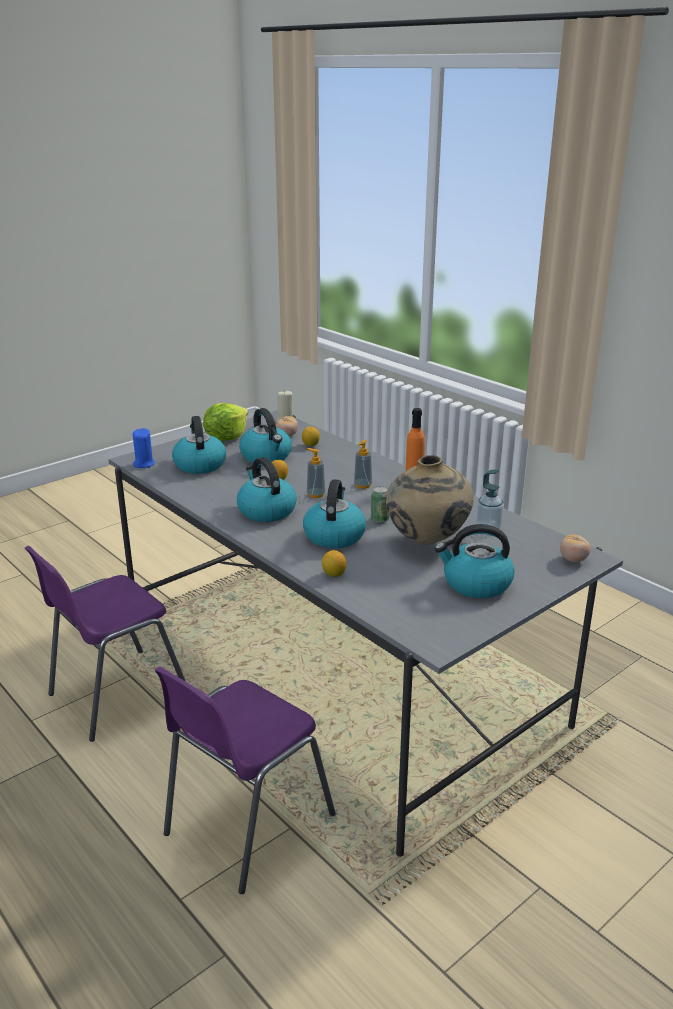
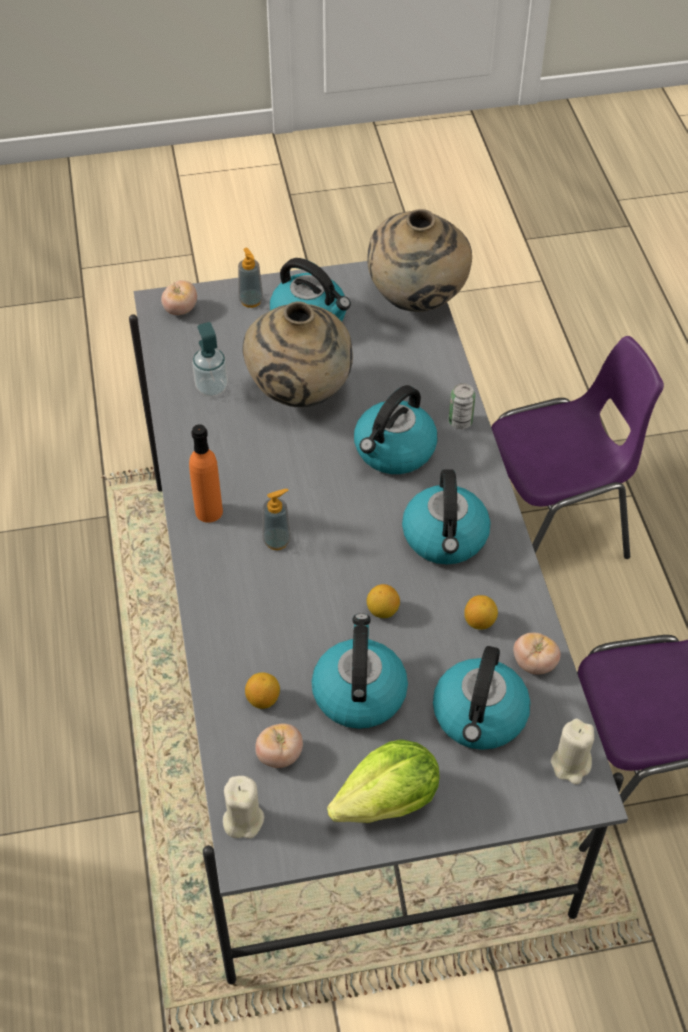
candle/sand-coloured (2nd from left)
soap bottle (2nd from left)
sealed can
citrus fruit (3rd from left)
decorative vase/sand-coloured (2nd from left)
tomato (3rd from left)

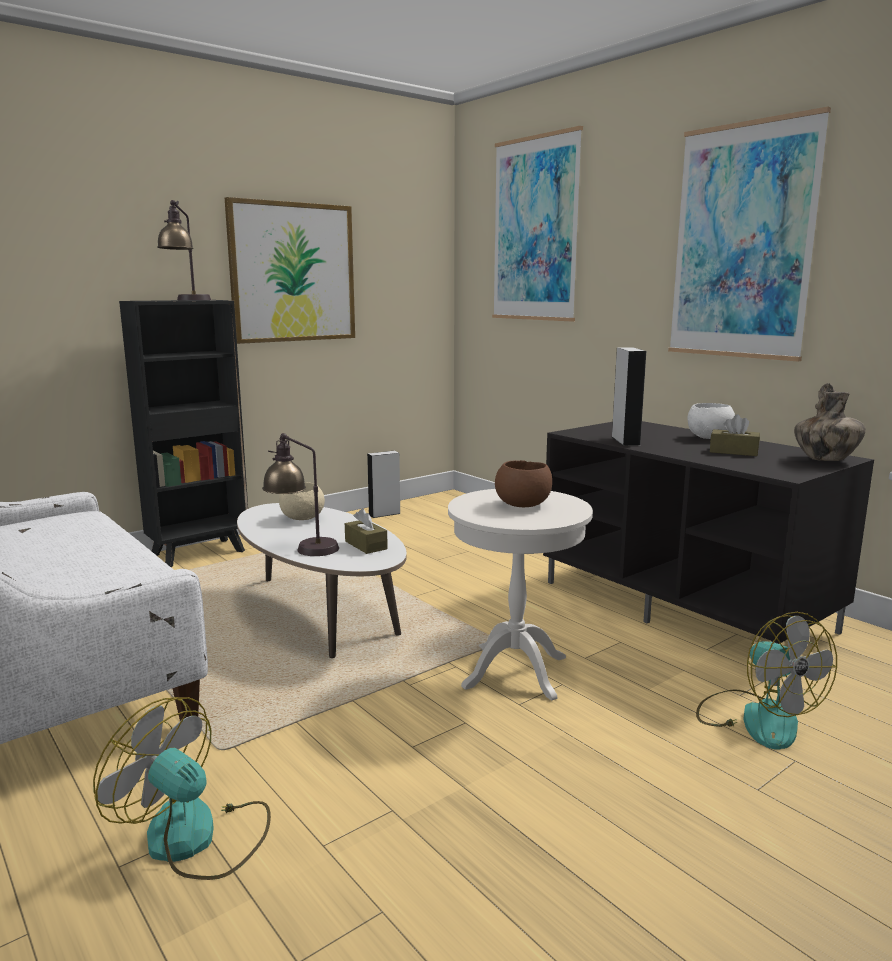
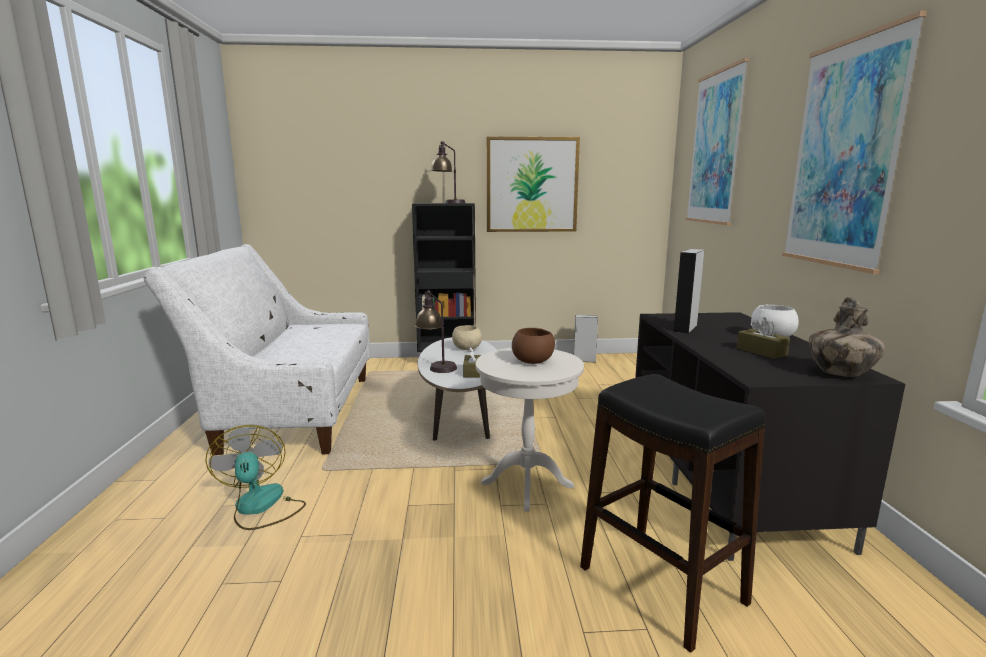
stool seat/blackish

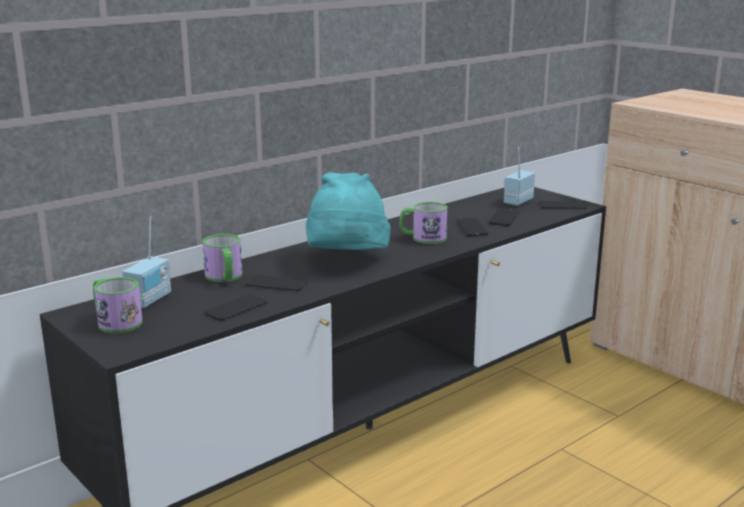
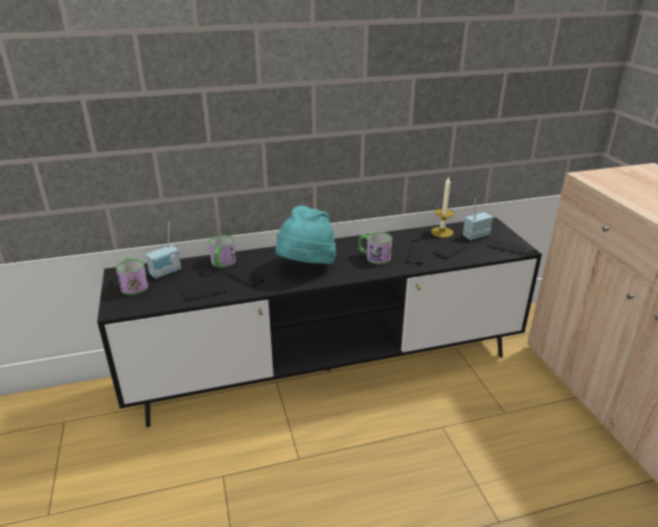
candle

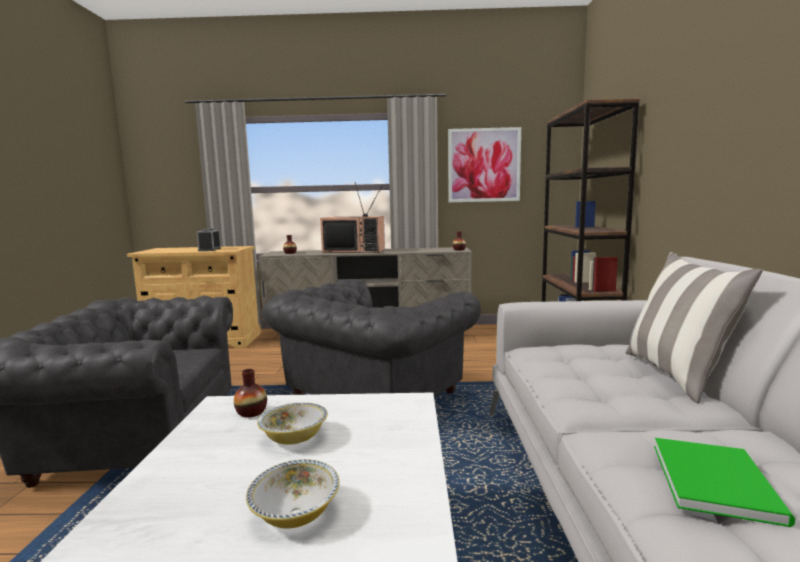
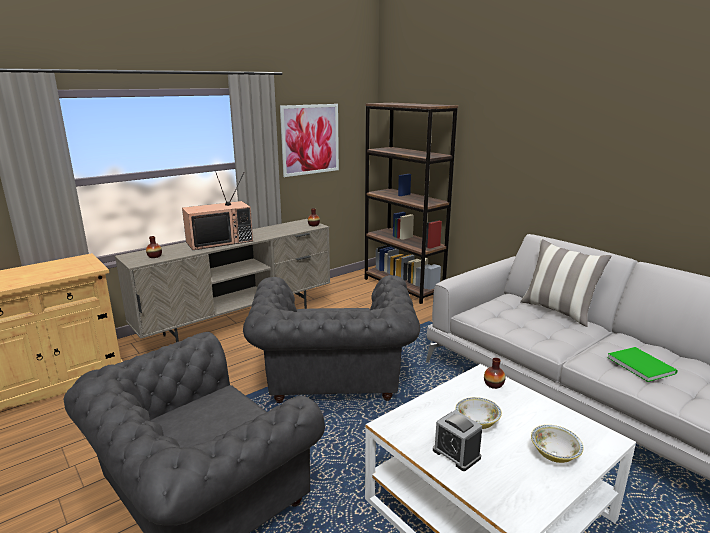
bedside clock
decorative vase (3rd from left)

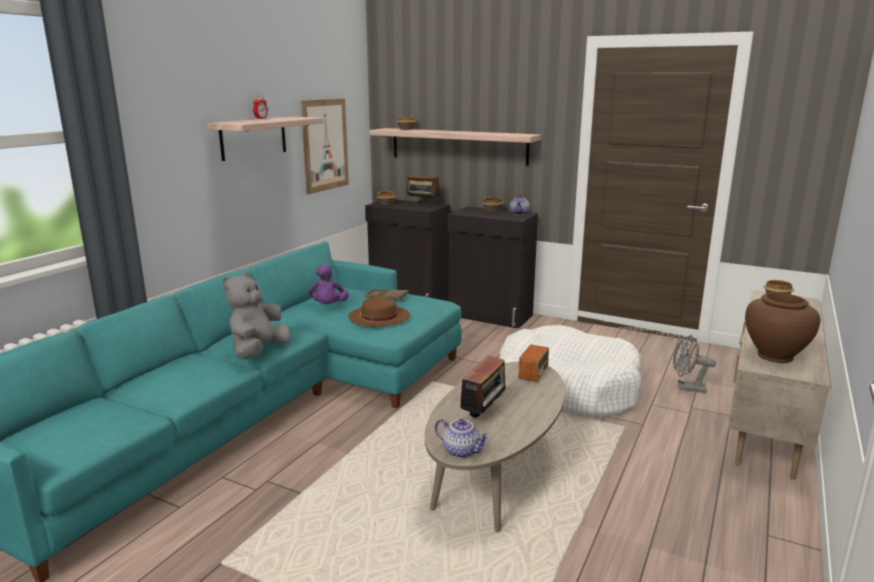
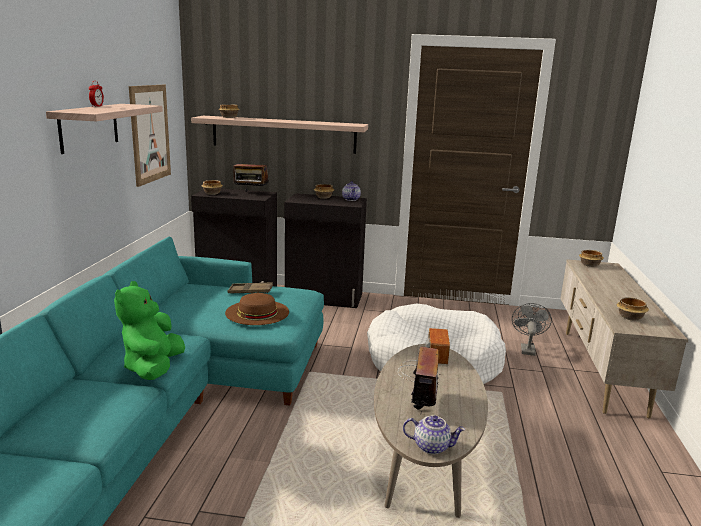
cuddly toy/purple-coloured
cuddly toy/green
bowl (5th from left)
electric fan/gray

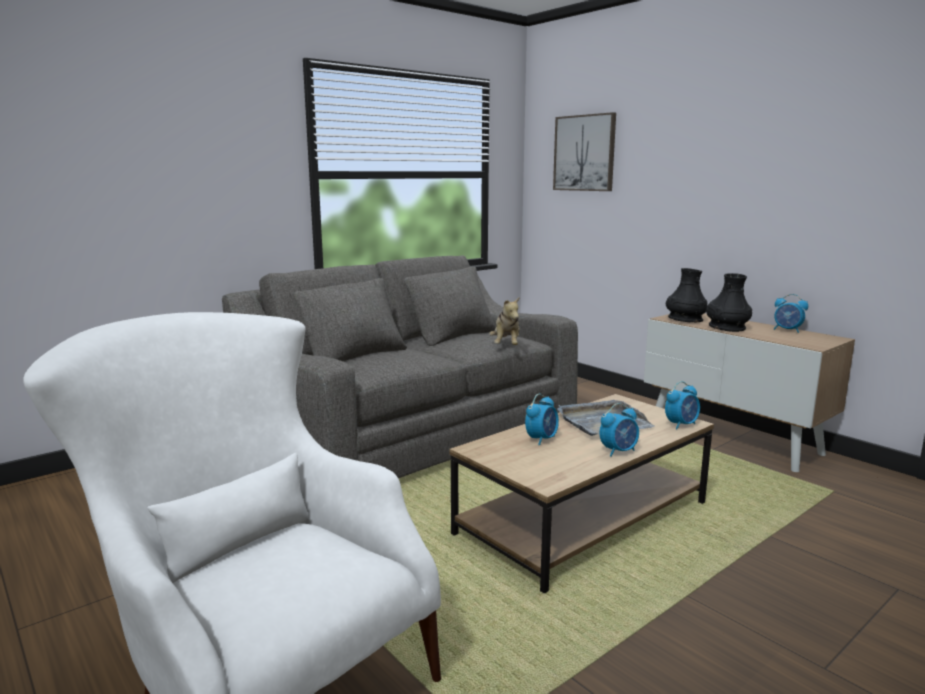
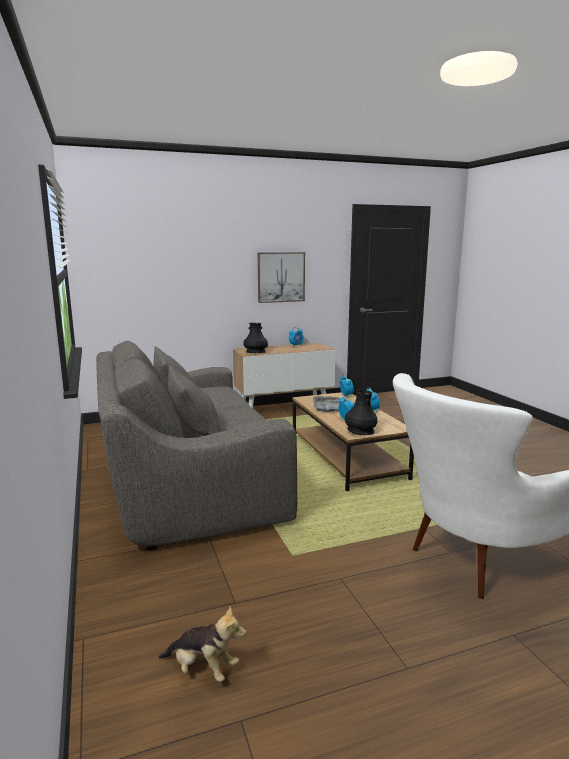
picture
decorative vase/blackish (2nd from left)
cuddly toy

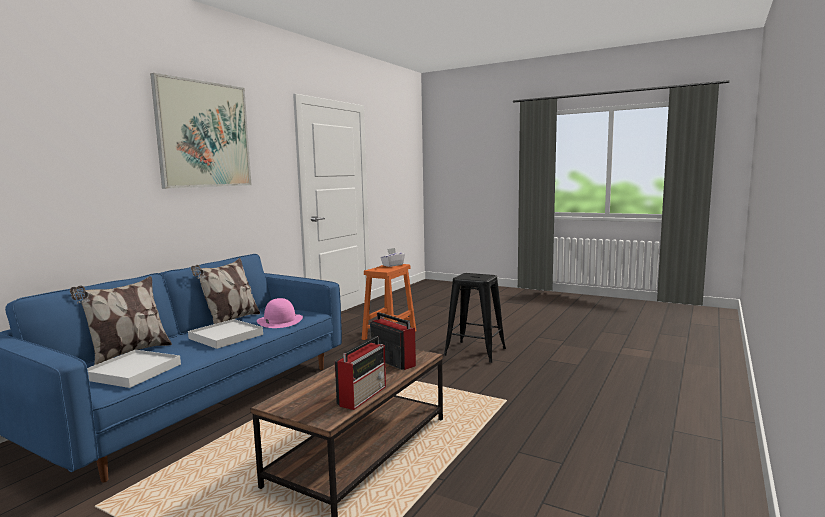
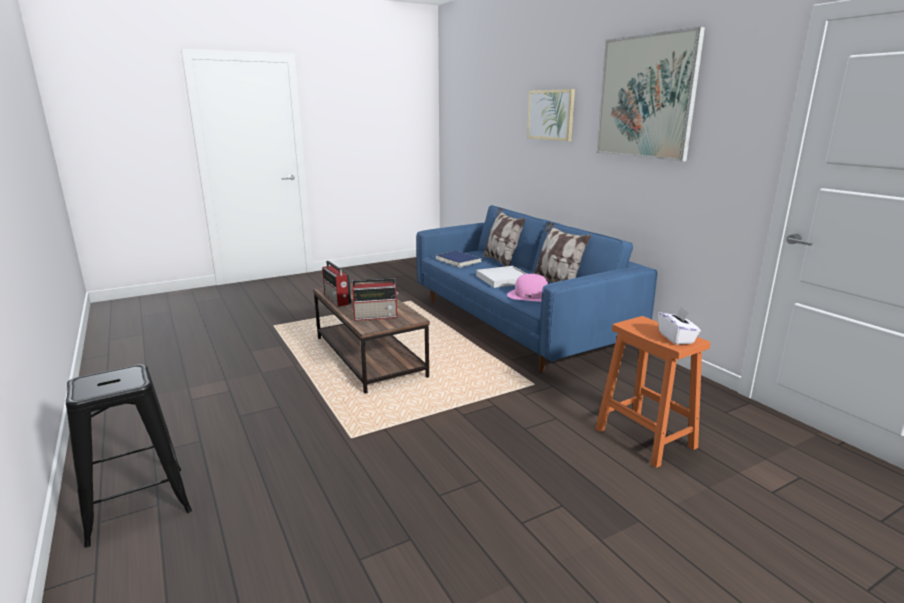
stool seat/blackish
book/blue-coloured
picture (1st from left)

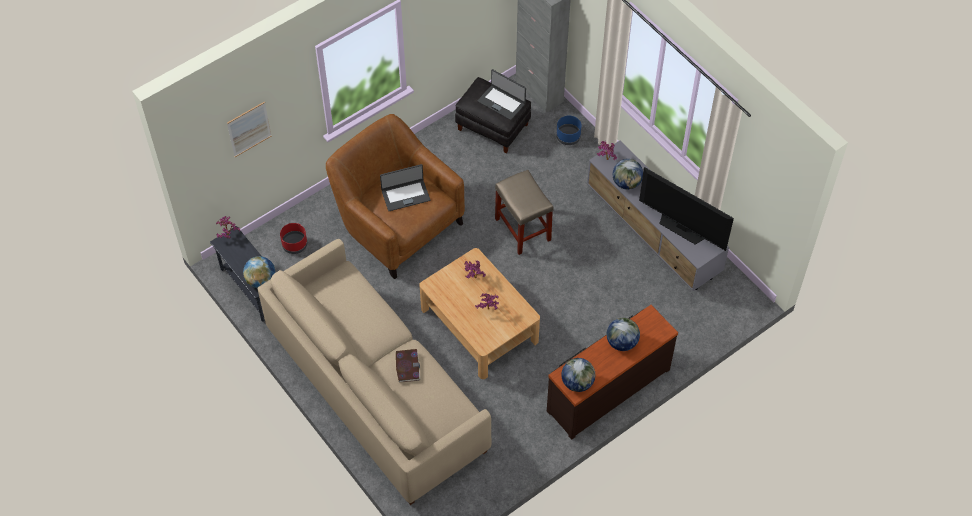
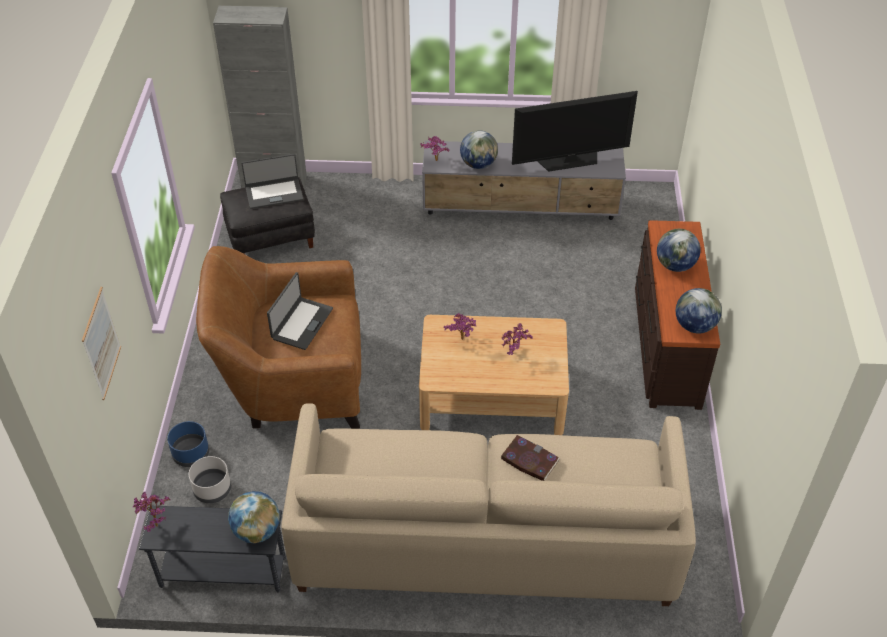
flower pot/blue-coloured
stool seat/sand-coloured
flower pot/gray

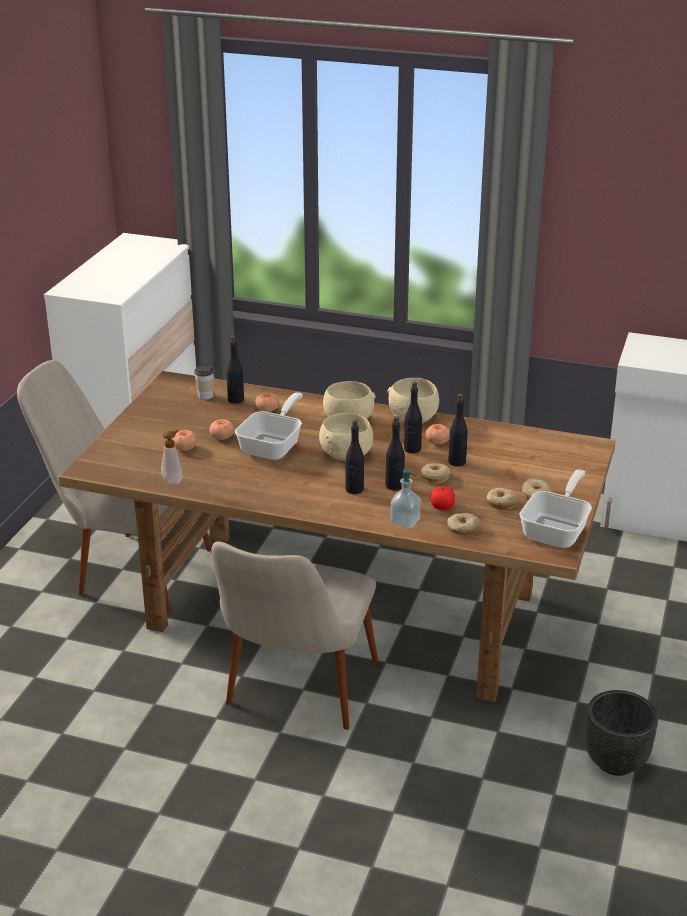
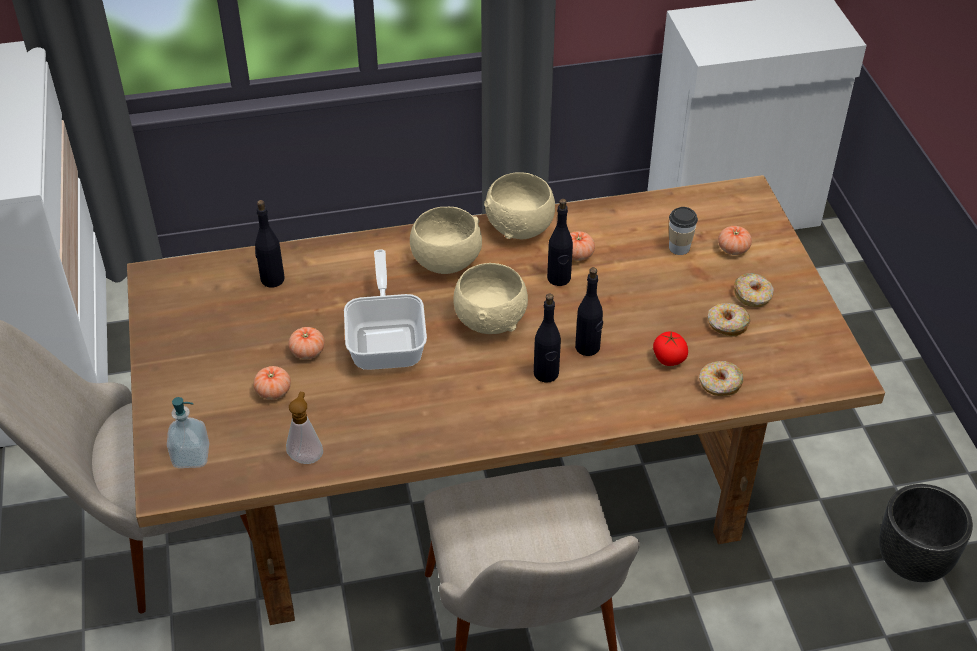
drinking cup
tomato (5th from left)
beverage bottle/blackish (5th from left in the first image)
donut (1st from left in the first image)
soap bottle (1st from left)
skillet (2nd from left in the first image)

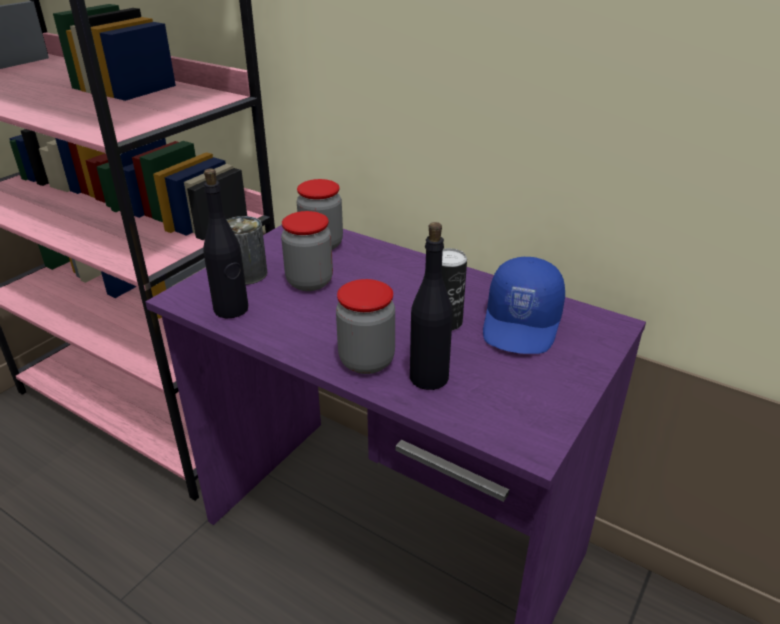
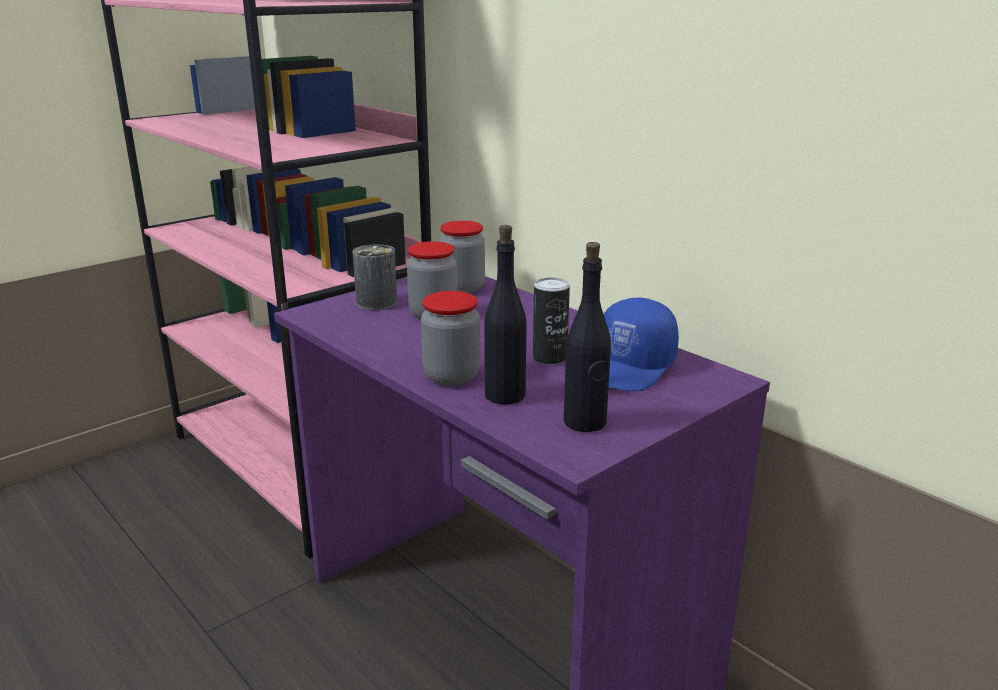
beverage bottle/blackish (2nd from left)

